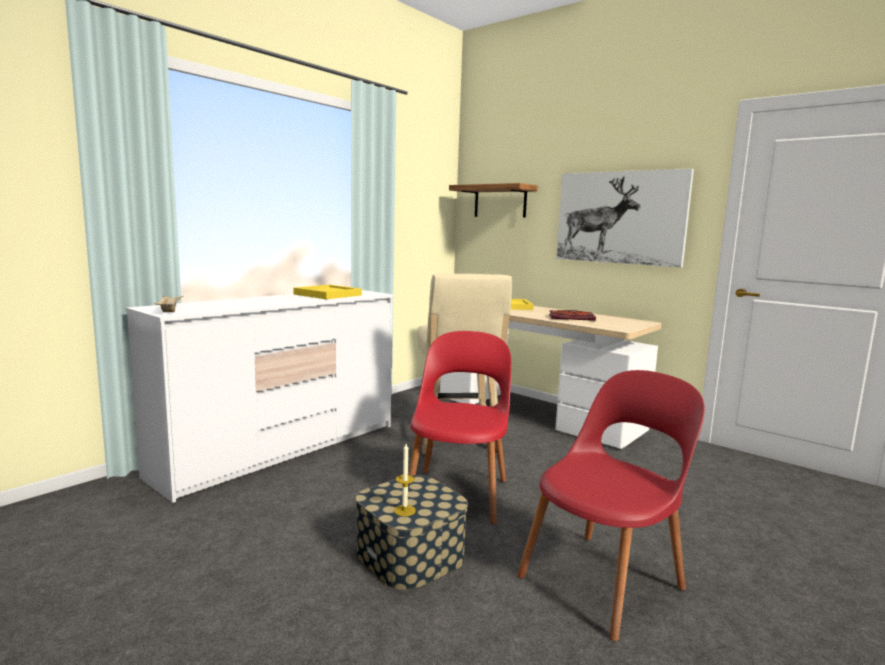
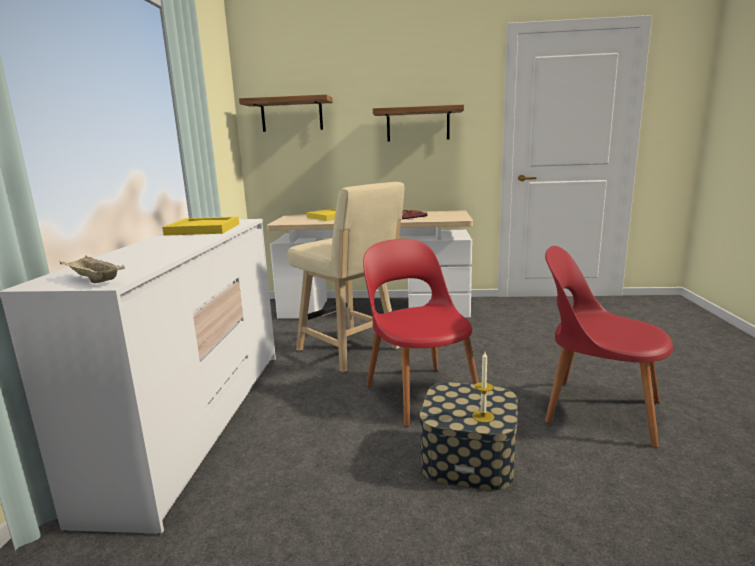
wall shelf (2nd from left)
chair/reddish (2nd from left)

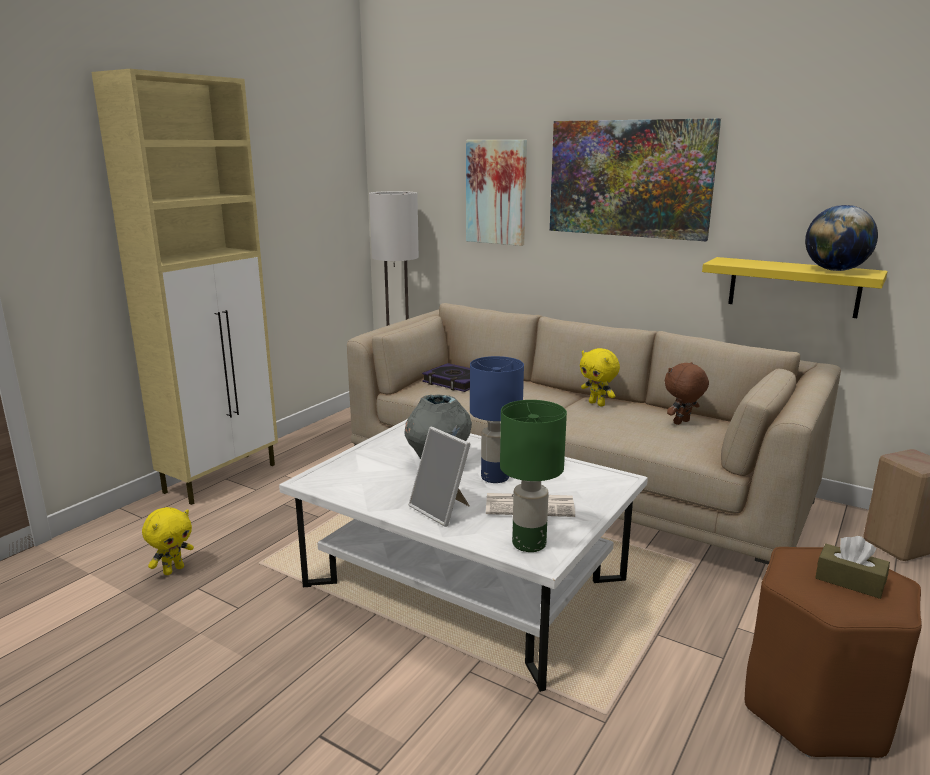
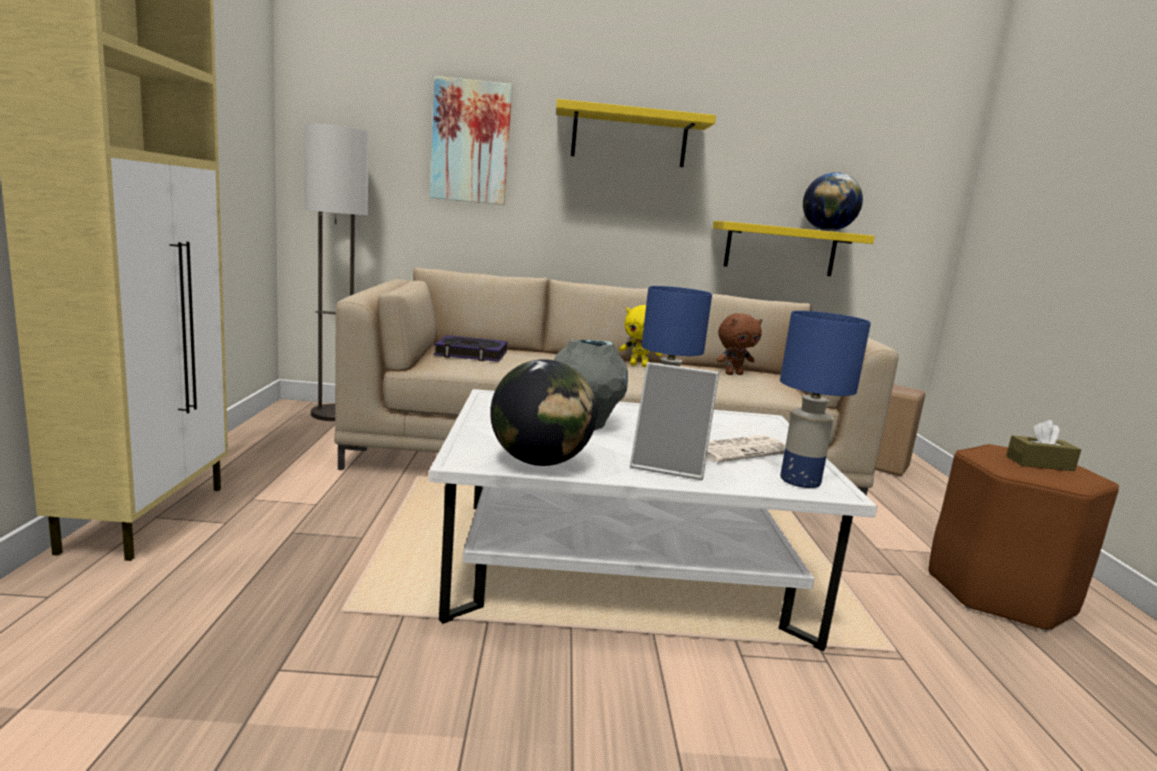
wall shelf/yellowish (1st from left)
cuddly toy/brown-coloured
lamp for a table/blue-coloured (2nd from left)
cuddly toy/yellowish (1st from left in the first image)
world globe (1st from left)

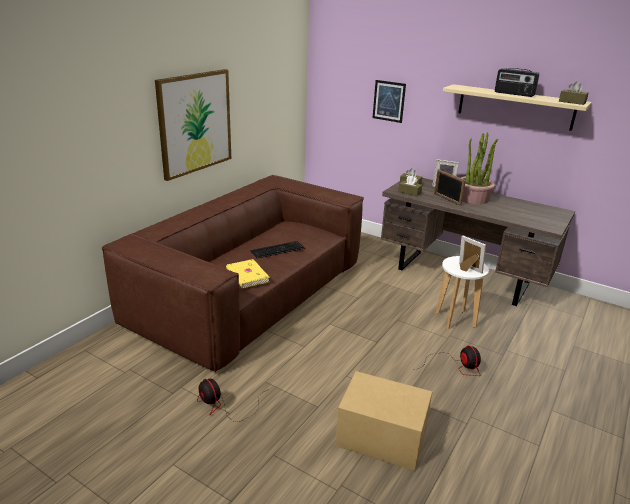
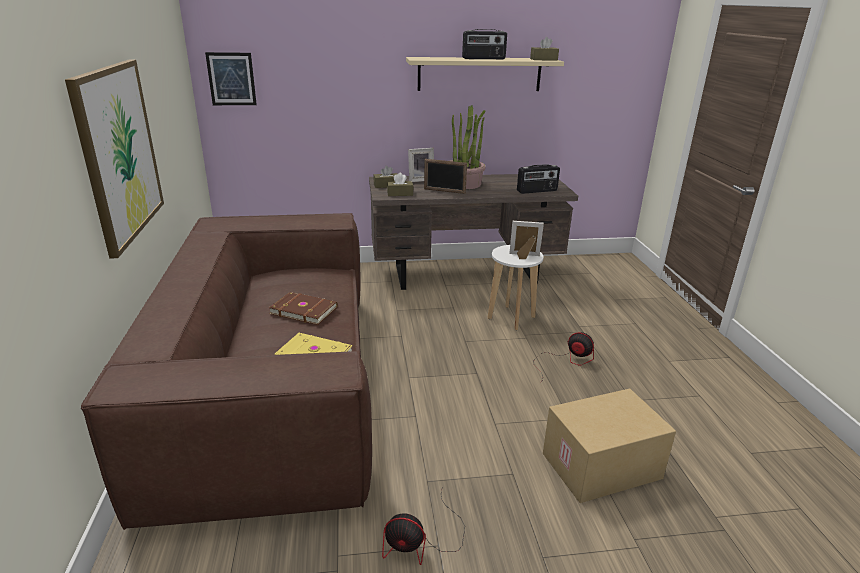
picture (2nd from left)
book/brown-coloured
radio (2nd from left)

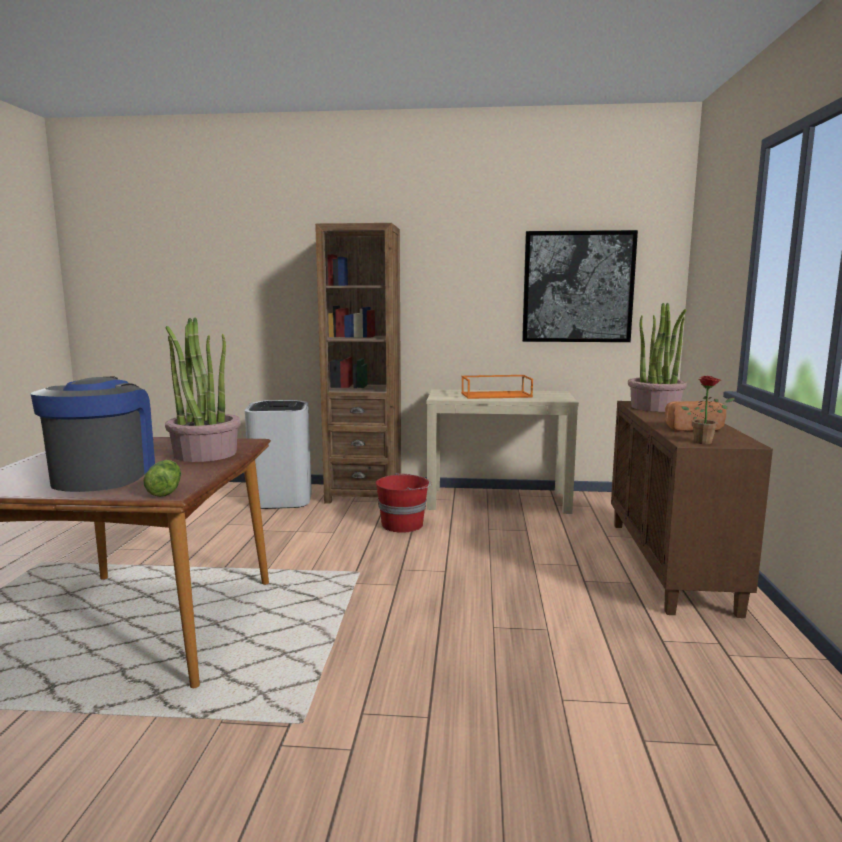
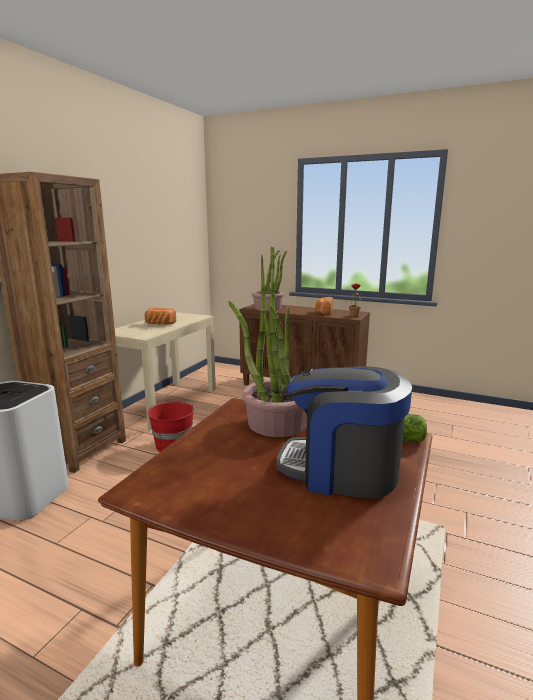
picture
bakery bread (1st from left)

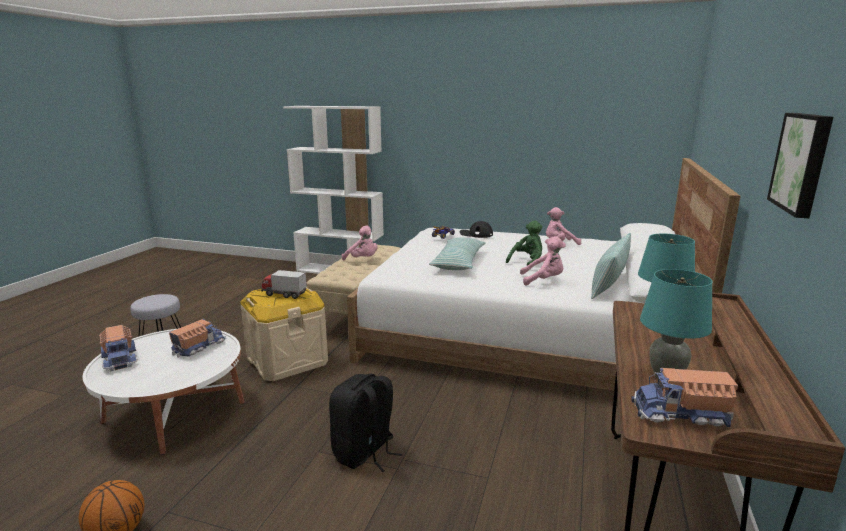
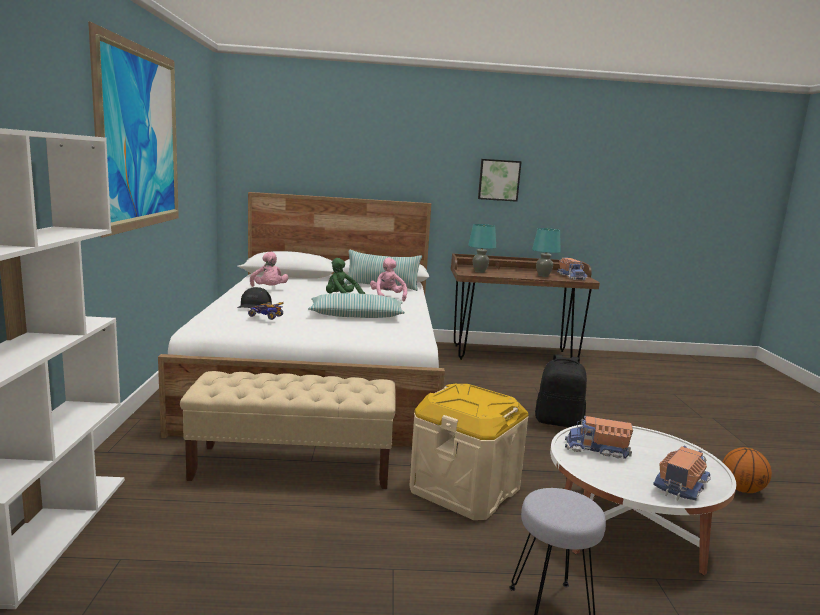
cuddly toy/pinkish (1st from left in the first image)
toy truck (3rd from left in the first image)
picture (1st from left)

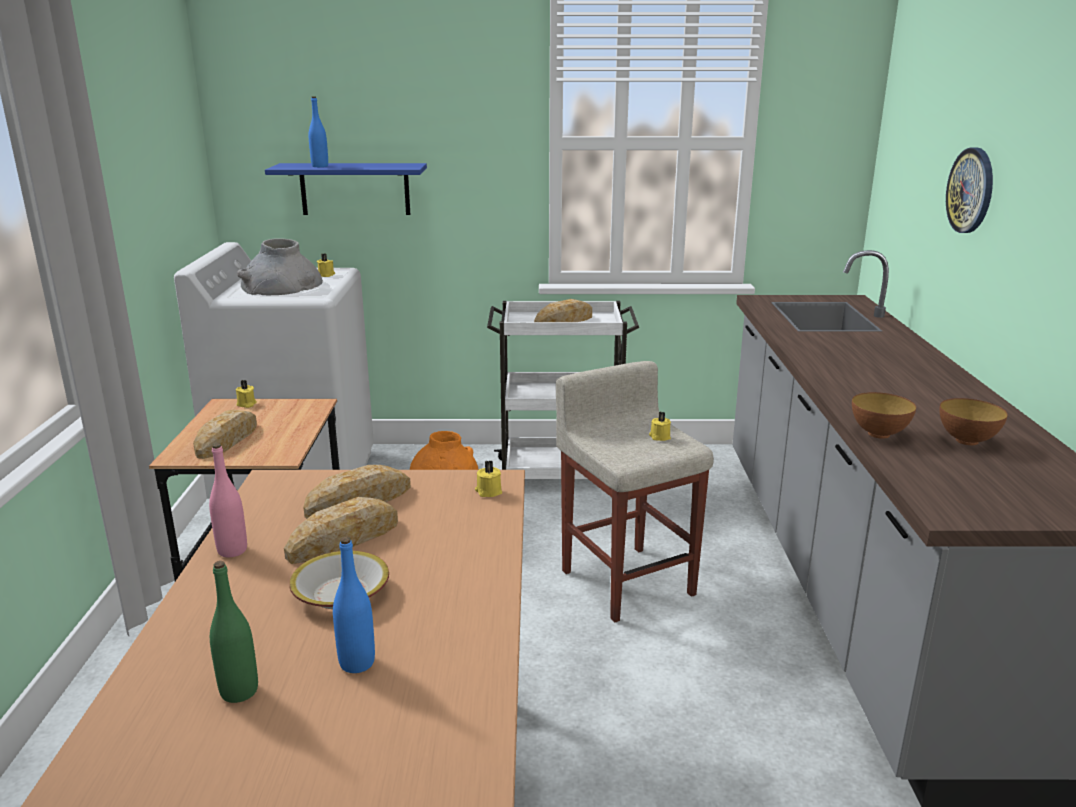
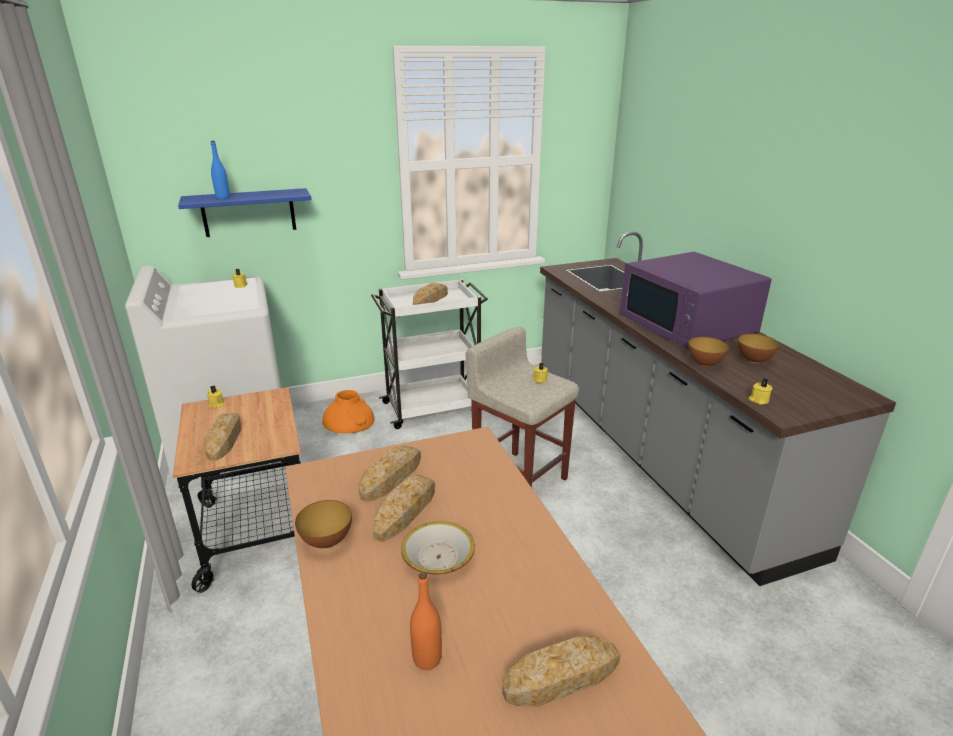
hanging clock
decorative vase/gray
bowl (1st from left)
candle/yellowish (4th from left)
beverage bottle/blue-coloured (2nd from left in the first image)
beverage bottle/orange-coloured
microwave/purple-coloured
bakery bread (5th from left)

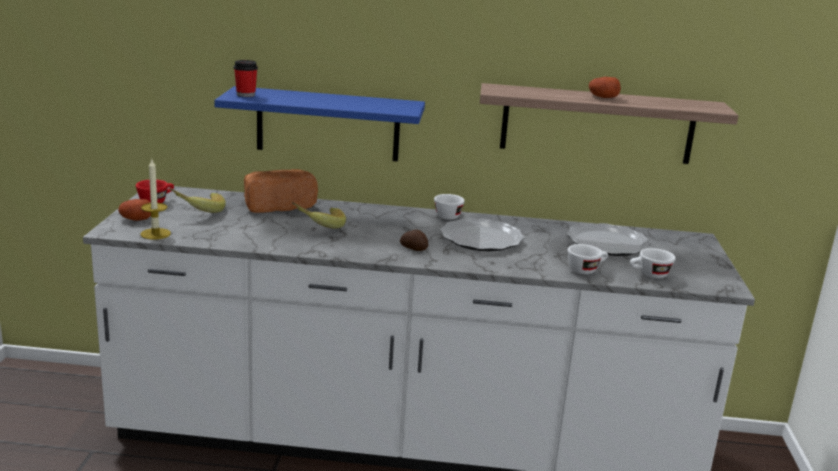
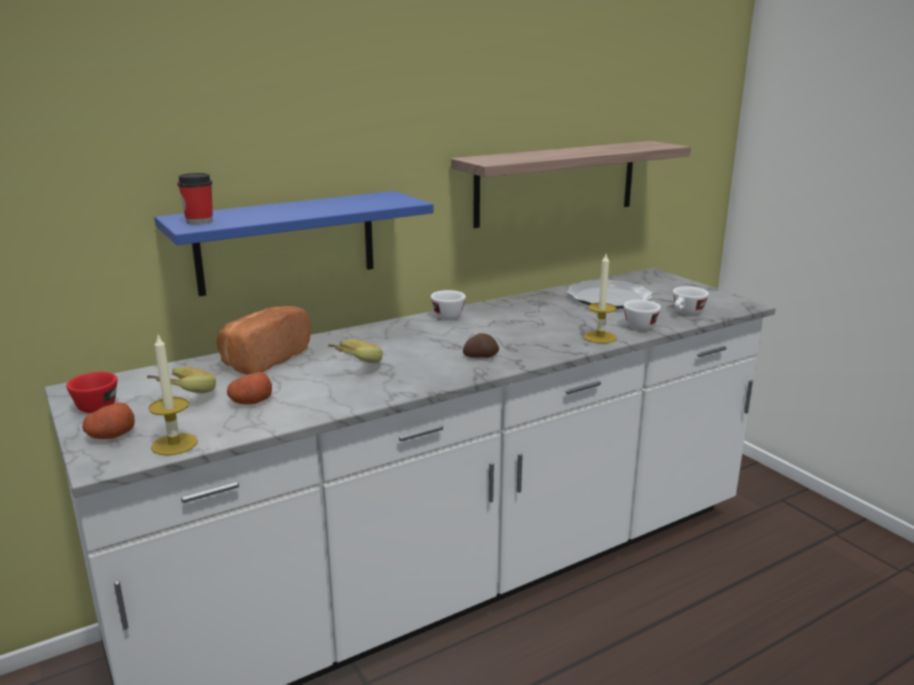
potato (2nd from left)
plate (1st from left in the first image)
candle (2nd from left)

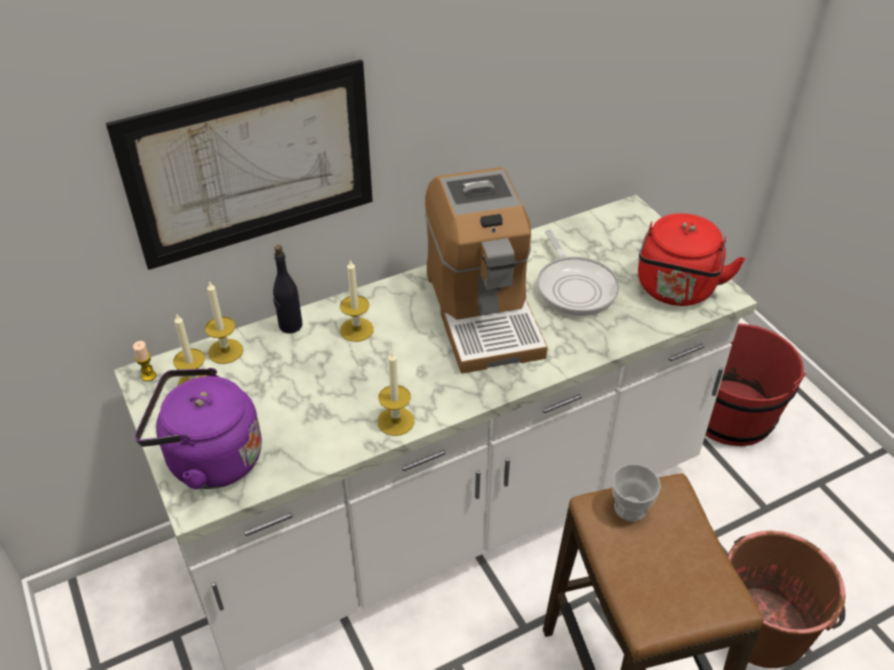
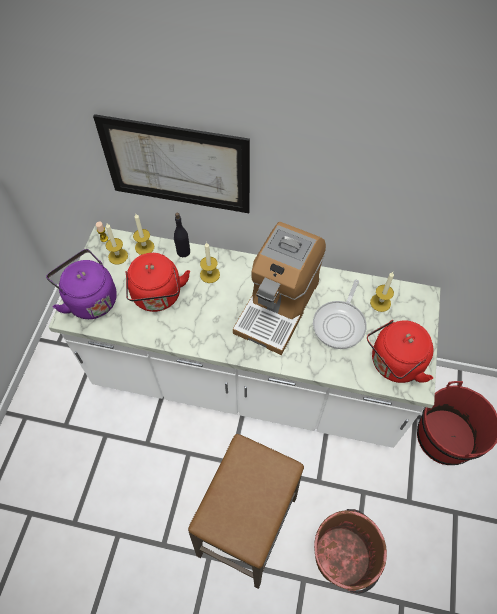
candle (5th from left)
drinking cup
tea kettle/reddish (1st from left)

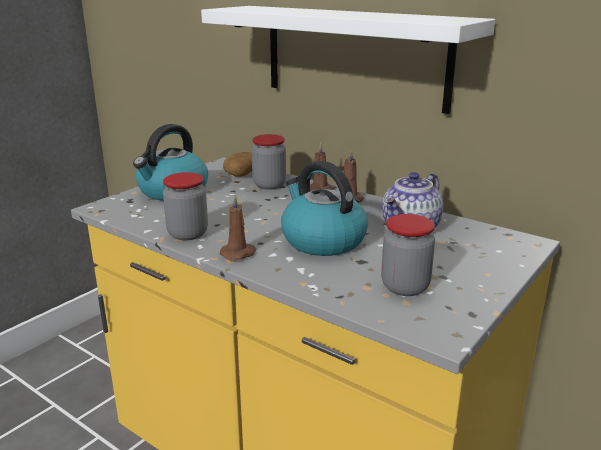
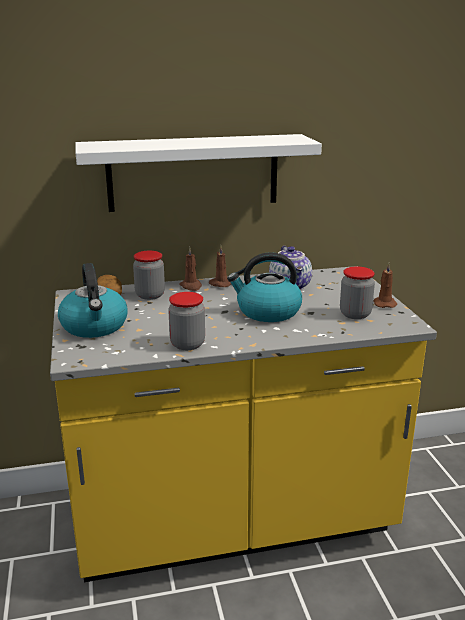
candle/brown-coloured (3rd from left)

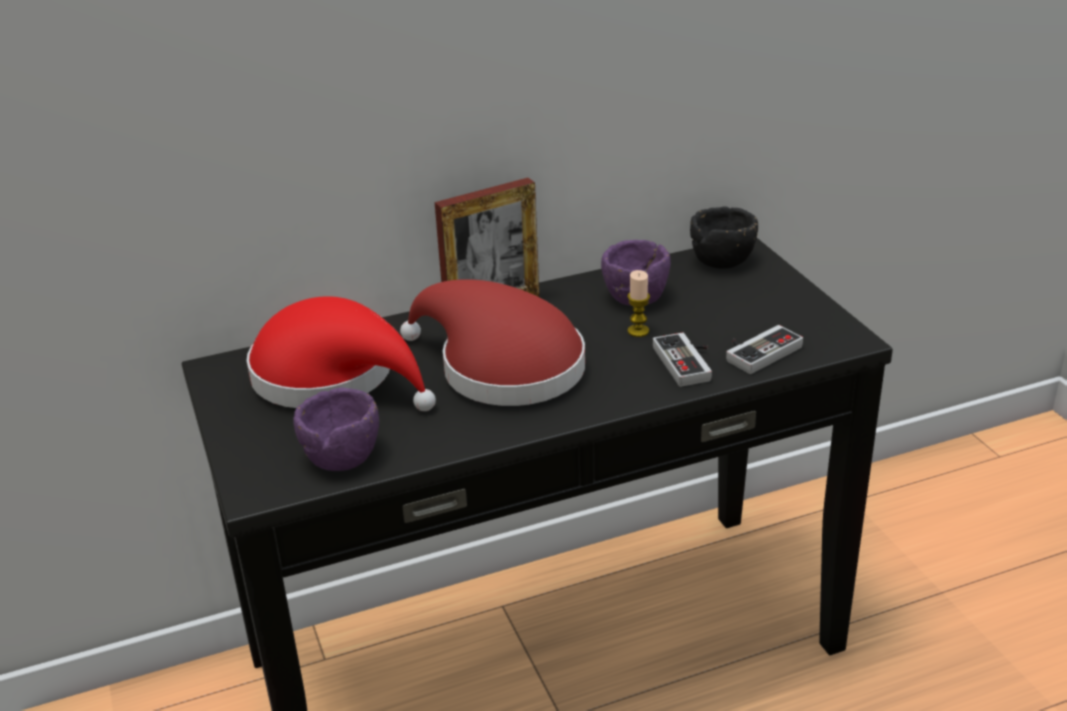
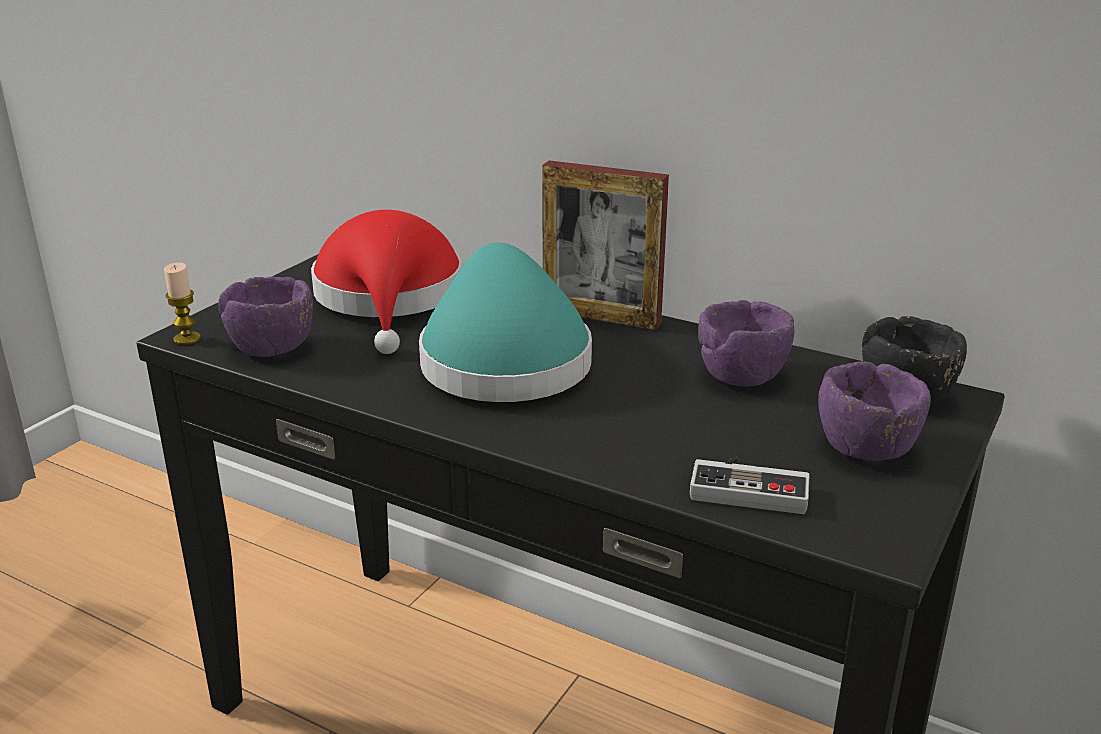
candle
hat/blue-green
game controller (1st from left in the first image)
bowl/purple-coloured (3rd from left)

